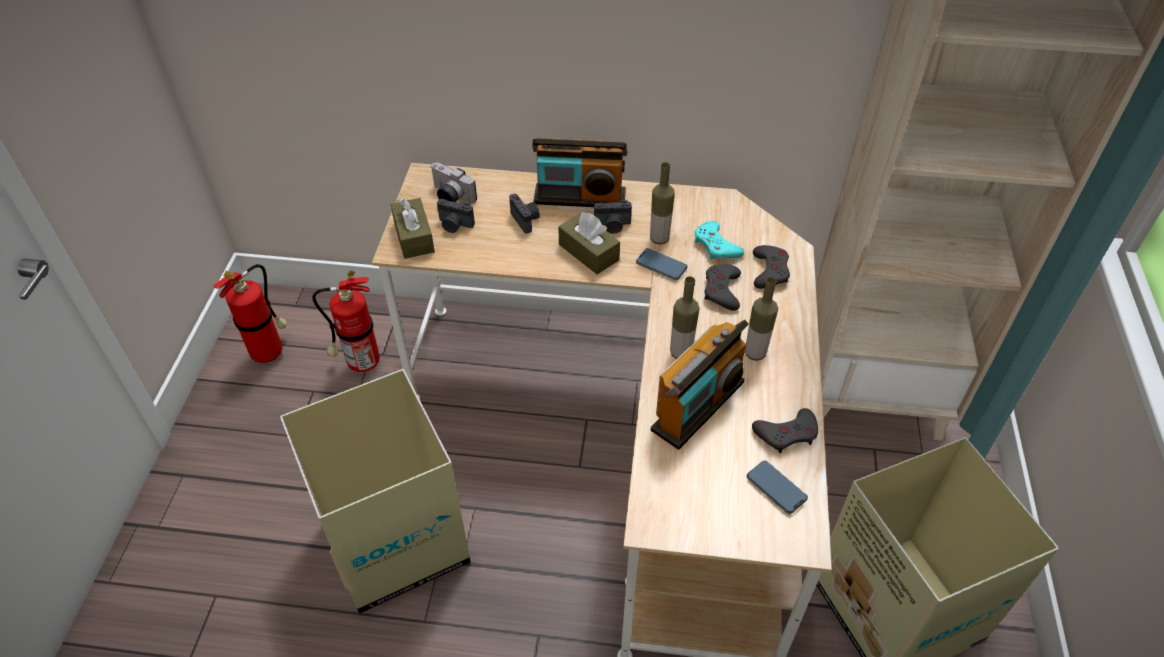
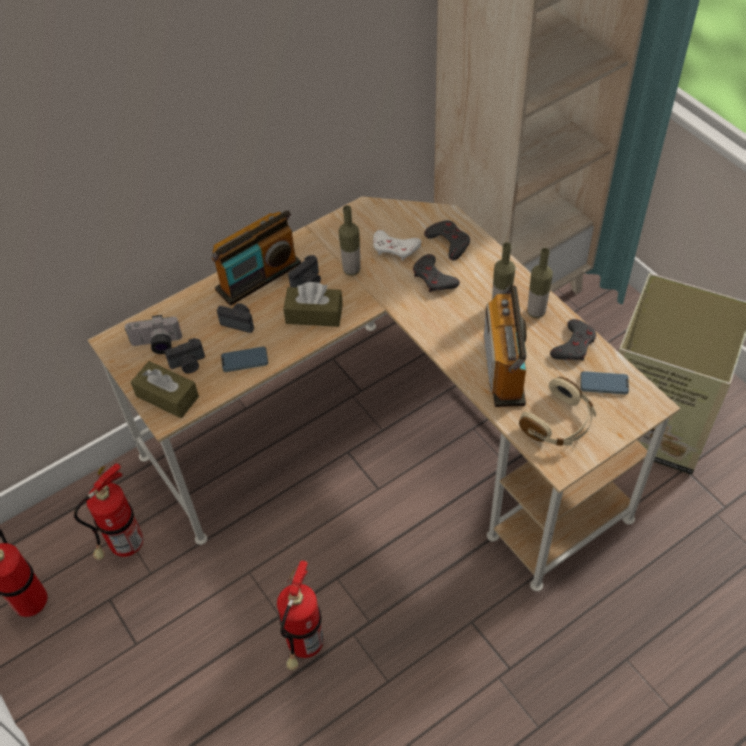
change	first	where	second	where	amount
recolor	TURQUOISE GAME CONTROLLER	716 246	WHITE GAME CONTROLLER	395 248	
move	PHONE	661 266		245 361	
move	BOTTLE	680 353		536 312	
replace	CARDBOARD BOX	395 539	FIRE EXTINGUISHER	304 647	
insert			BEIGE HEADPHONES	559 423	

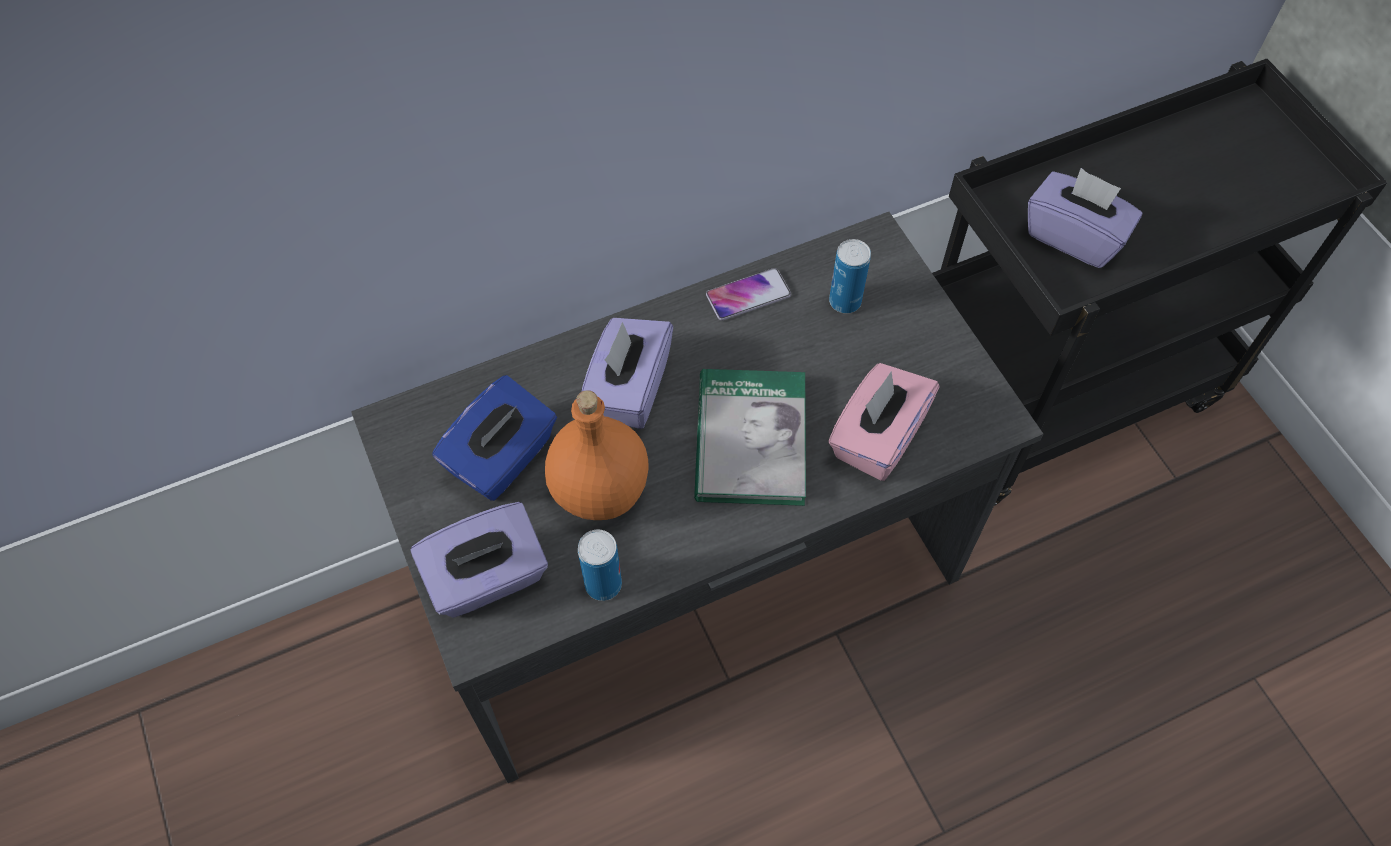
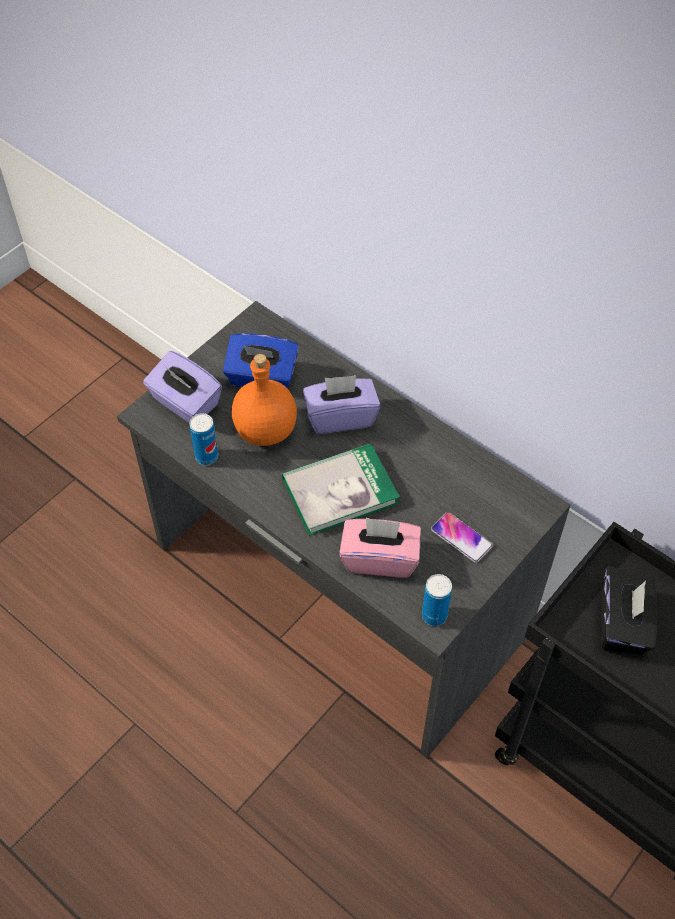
change	first	where	second	where	amount
recolor	PURPLE TISSUE BOX	1074 236	BLACK TISSUE BOX	622 624	
move	CAN	845 301		434 615	
move	PHONE	748 295		461 538	

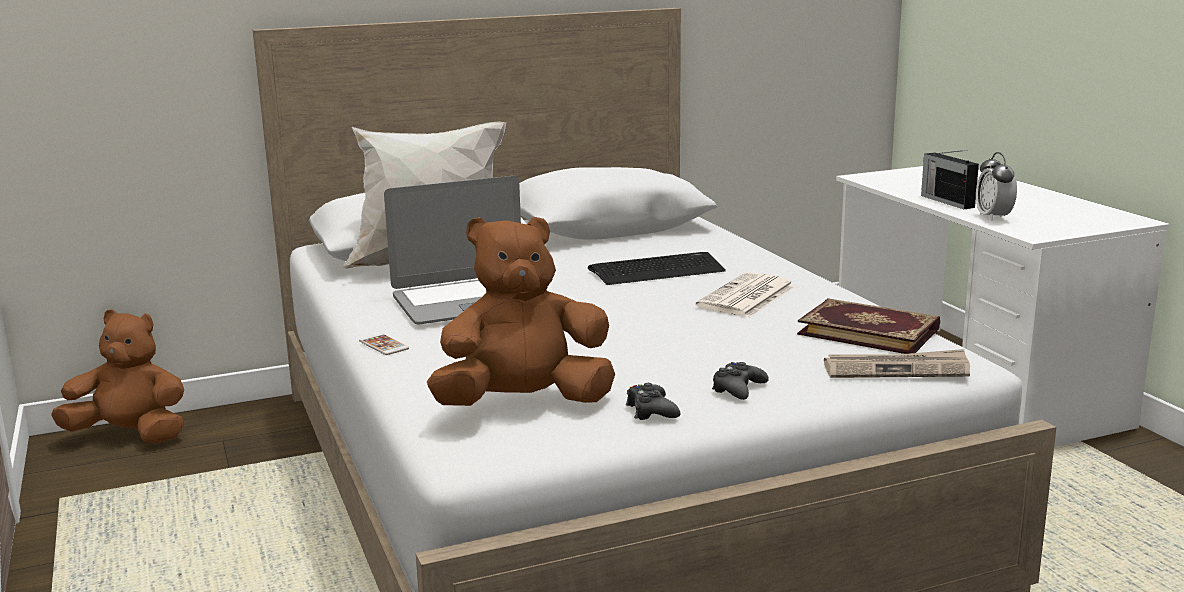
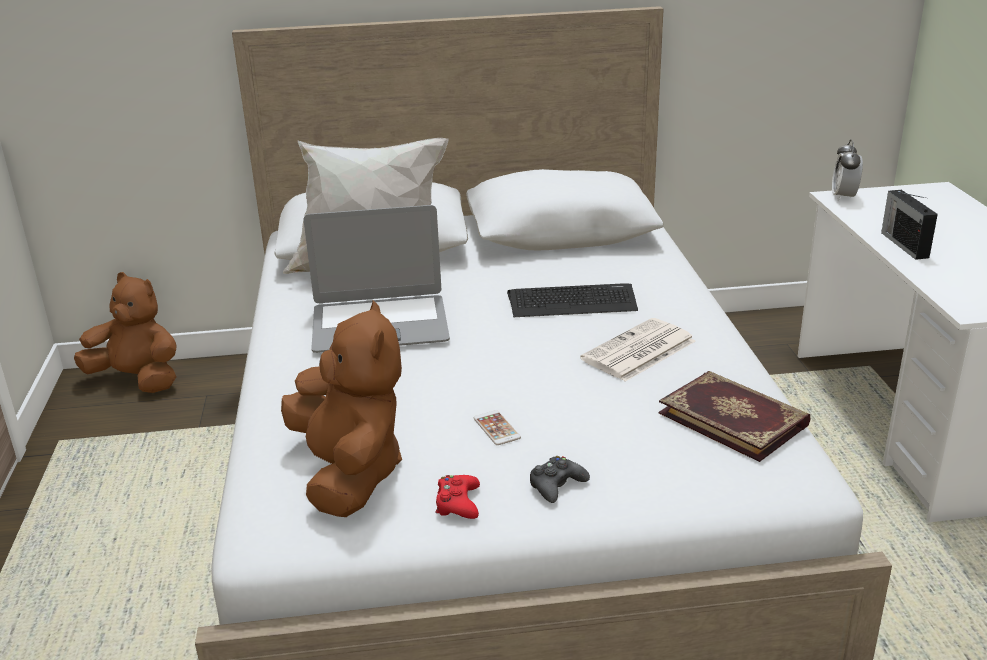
change	first	where	second	where	amount
move	ALARM CLOCK	993 217		843 197	
rotate	BROWN PLUSH TOY	524 403		349 474	75 degrees clockwise
move	PHONE	383 345		496 428	
delete	NEWSPAPER	897 369			
recolor	BLACK GAME CONTROLLER	651 411	RED GAME CONTROLLER	458 503	

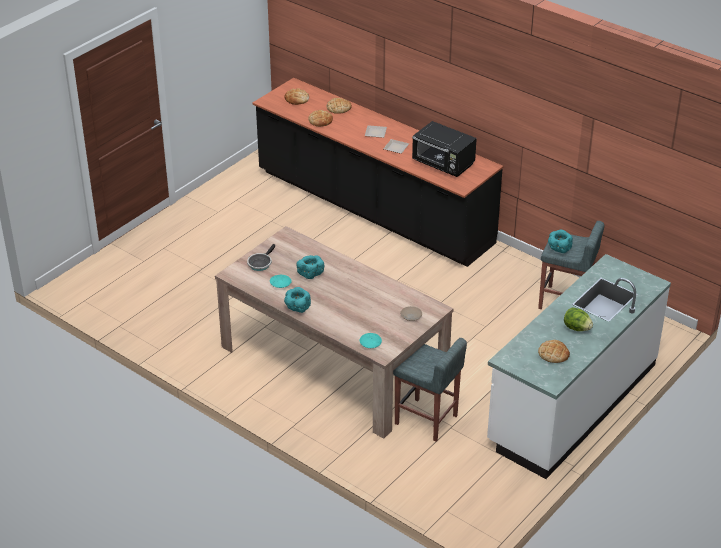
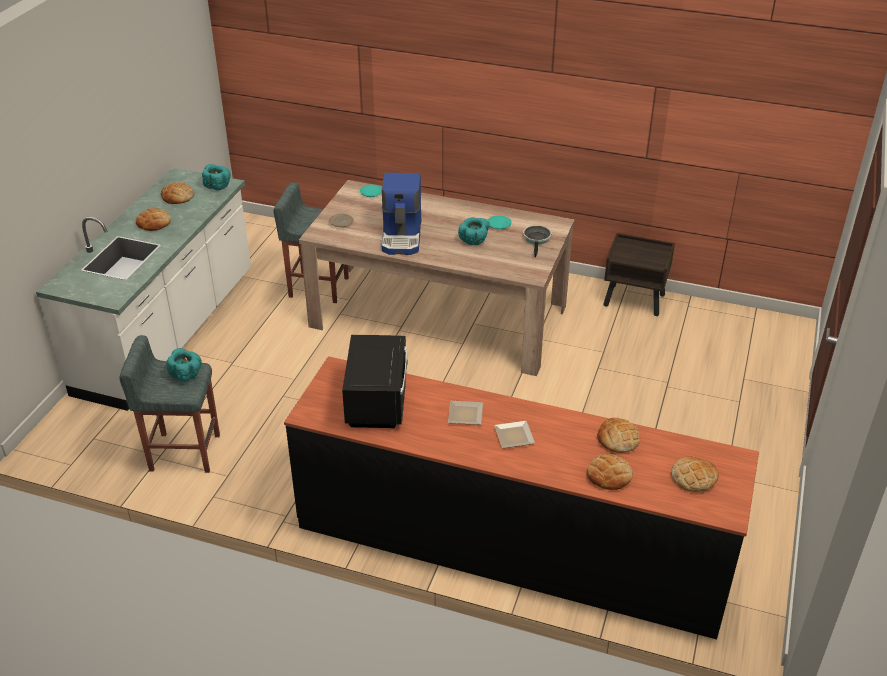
change	first	where	second	where	amount
rotate	BLACK MICROWAVE	443 164		378 401	75 degrees clockwise
move	TURQUOISE BOWL	297 308		218 186	
replace	LETTUCE	576 328	BREAD	154 223	
insert			COFFEE MACHINE	402 236	
insert			BROWN NIGHTSTAND	635 300	

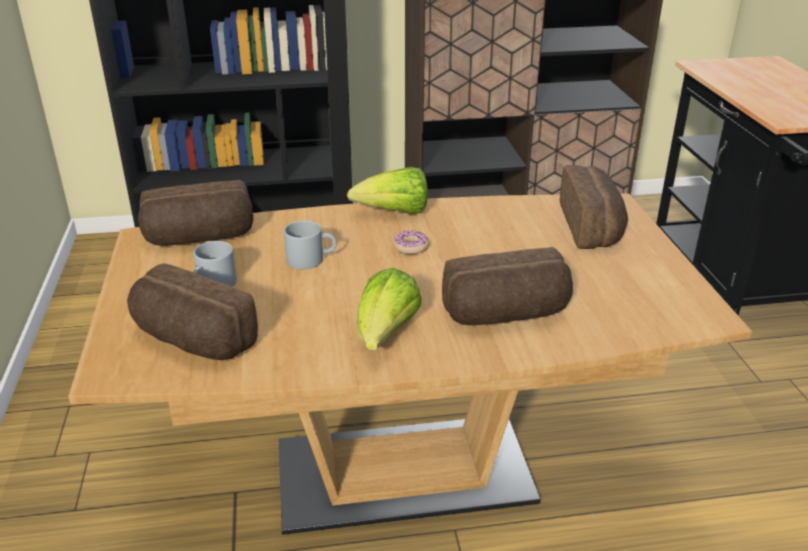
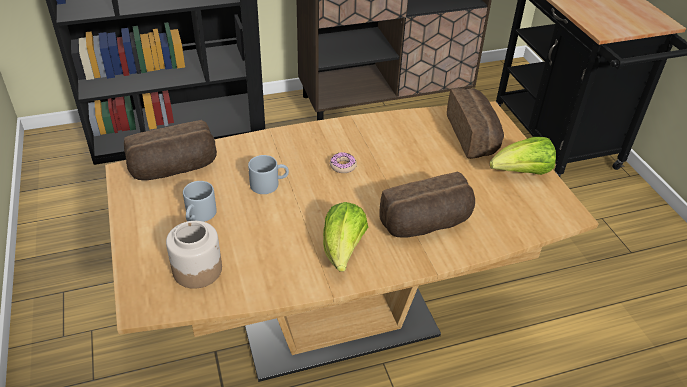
change	first	where	second	where	amount
move	LETTUCE	394 213		521 173	
replace	BREAD	191 340	JAR	197 269	

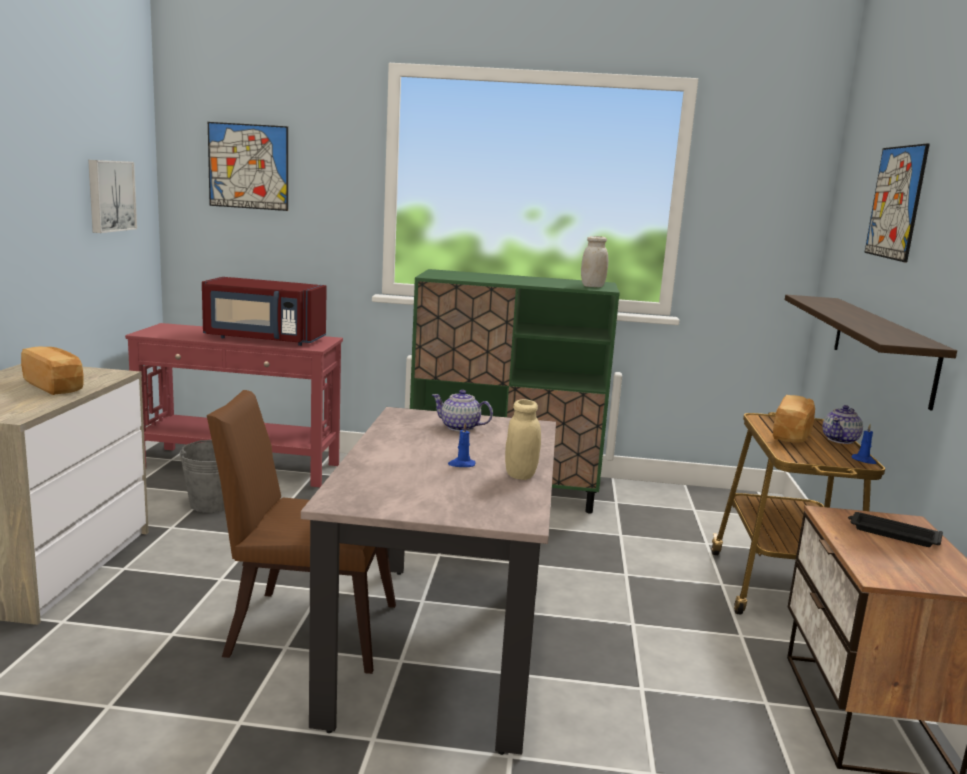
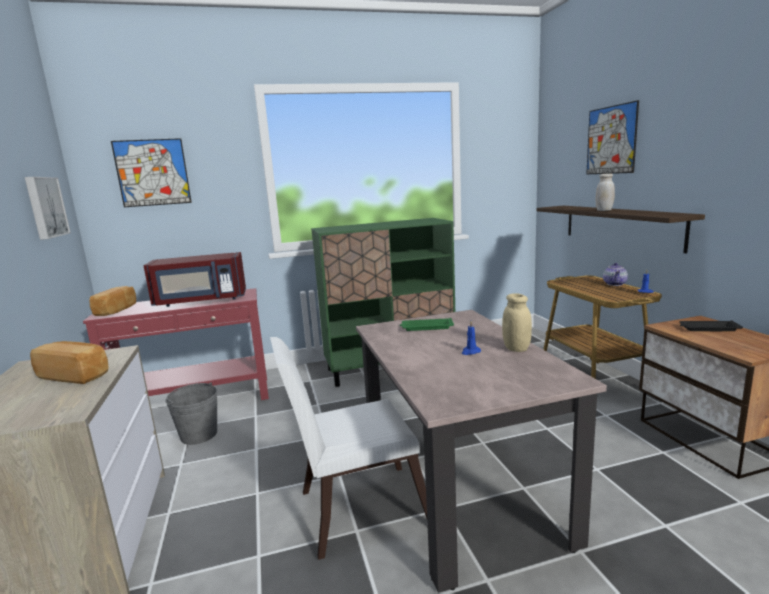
change	first	where	second	where	amount
move	WHITE JAR	592 286		604 210	
recolor	BROWN CHAIR	303 628	WHITE CHAIR	354 509	
replace	TEAPOT	460 427	GREEN TRAY	426 327	
move	BREAD	793 434		117 310	

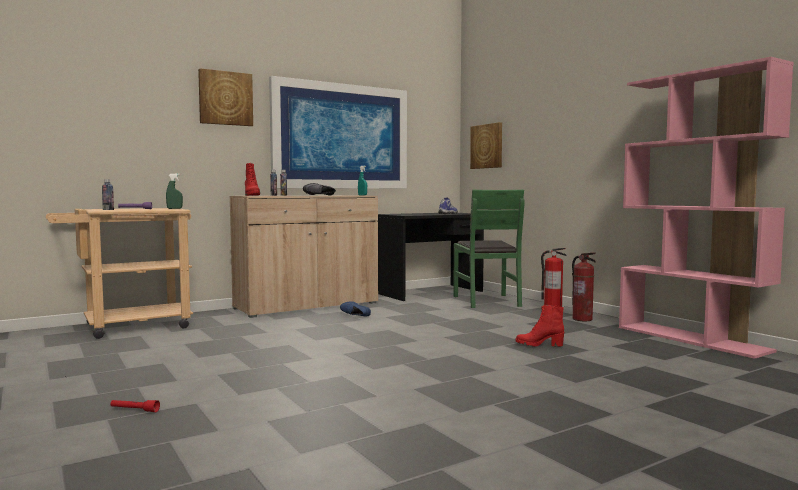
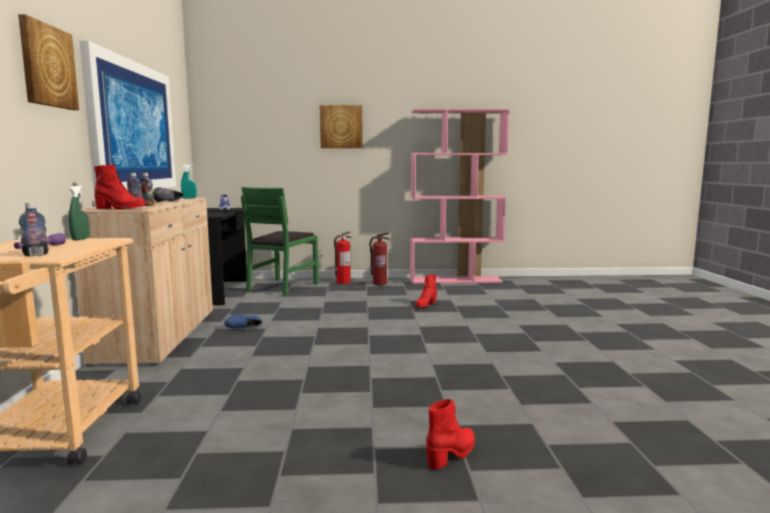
change	first	where	second	where	amount
move	PICTURE	487 146		341 127	
rotate	GREEN CHAIR	487 301		282 287	90 degrees clockwise
replace	RED FLASHLIGHT	134 410	RED BOOT	452 454	

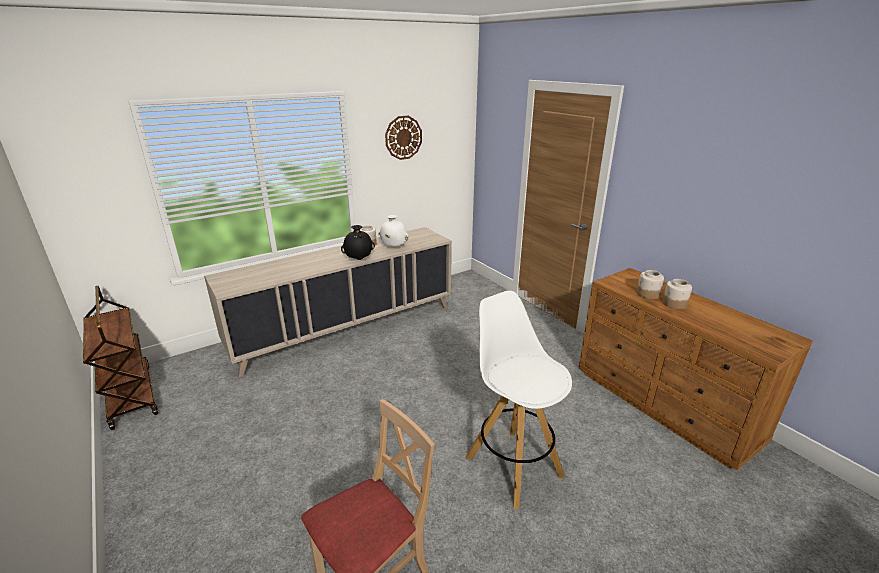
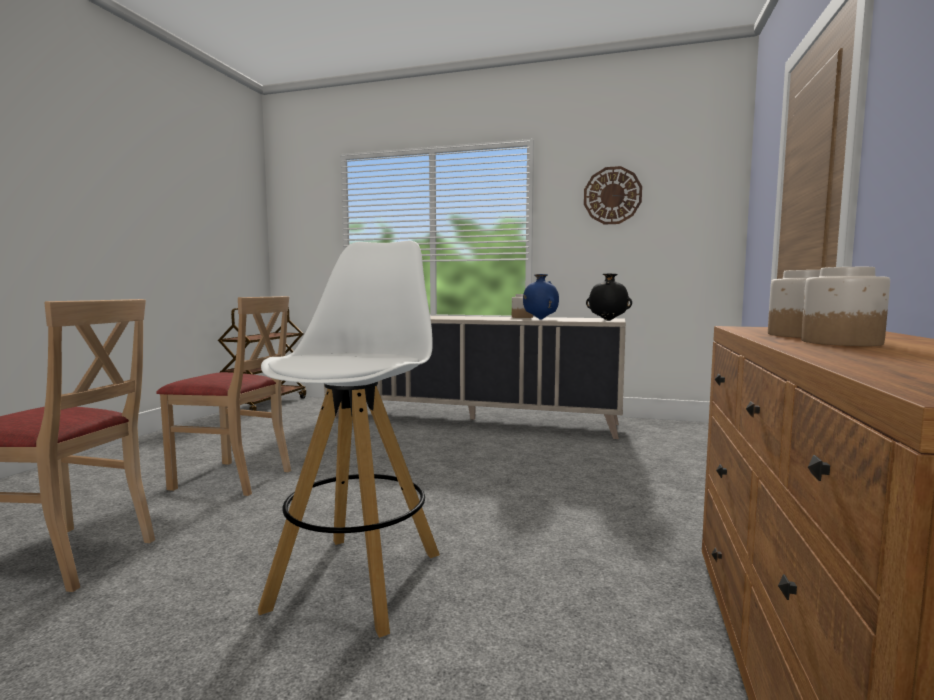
change	first	where	second	where	amount
recolor	WHITE VASE	393 247	BLUE VASE	540 319	
move	BLACK VASE	359 259		608 320	
insert			BEIGE CHAIR	233 478	

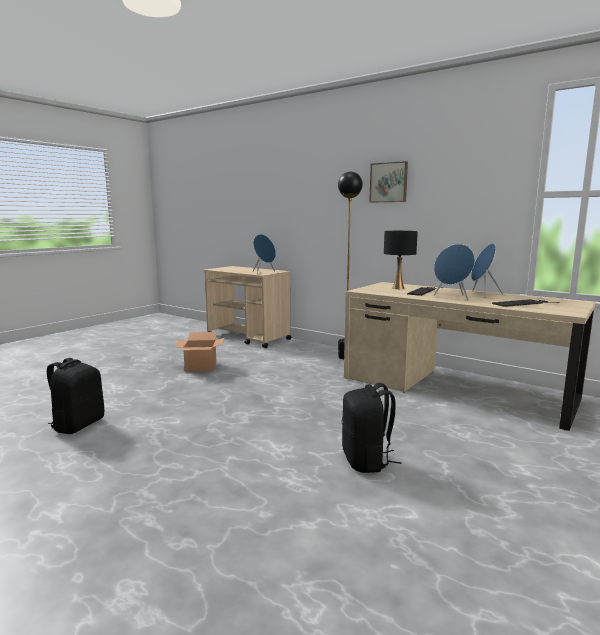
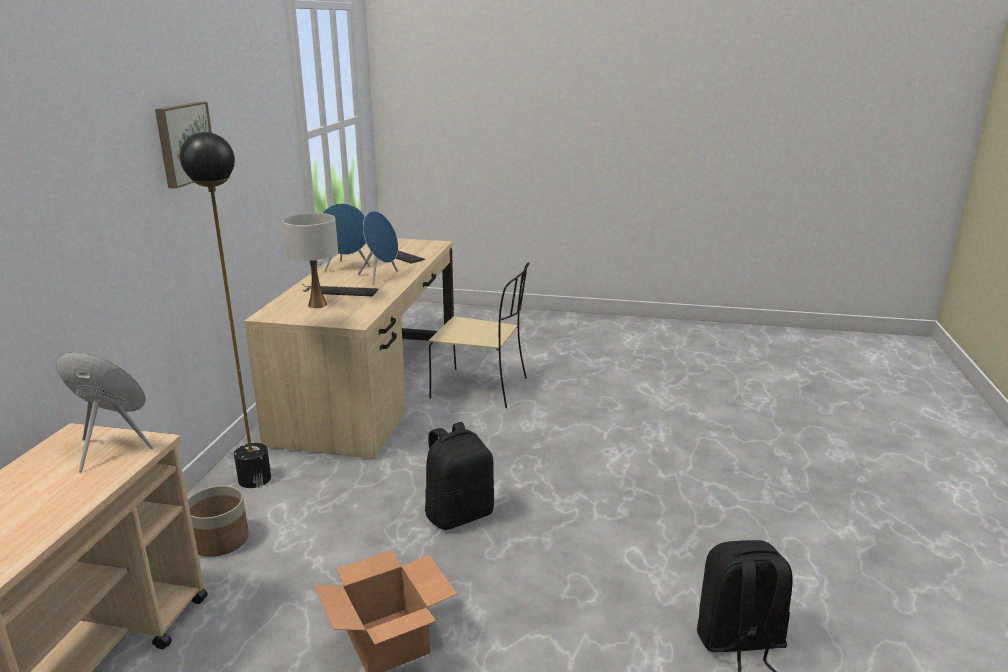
change	first	where	second	where	amount
recolor	BLACK TABLE LAMP	398 288	WHITE TABLE LAMP	318 305	
move	BLACK BACKPACK	366 461		459 514	
insert			BEIGE CHAIR	482 388	
insert			PLANTER	219 541	

